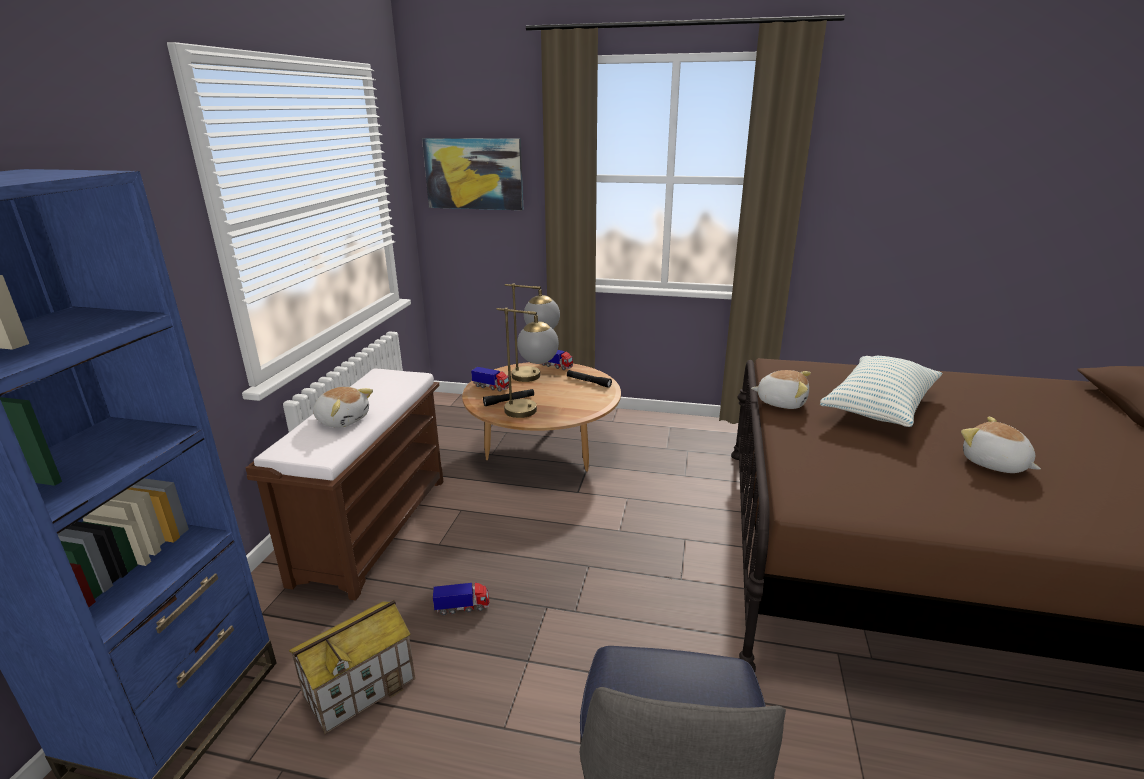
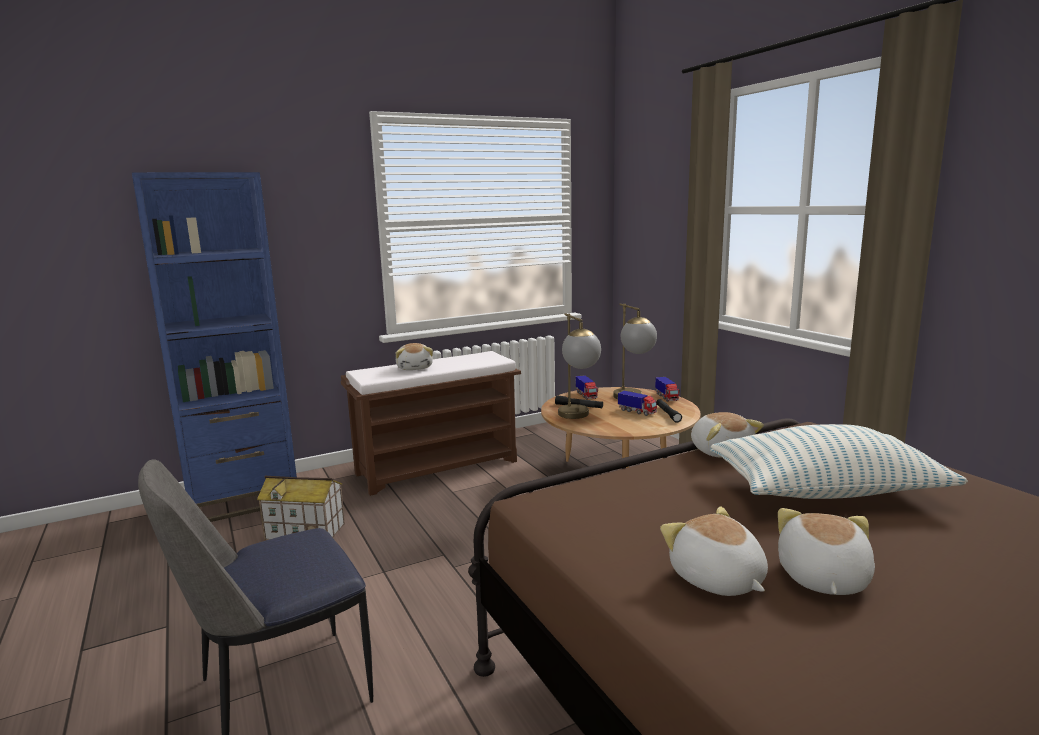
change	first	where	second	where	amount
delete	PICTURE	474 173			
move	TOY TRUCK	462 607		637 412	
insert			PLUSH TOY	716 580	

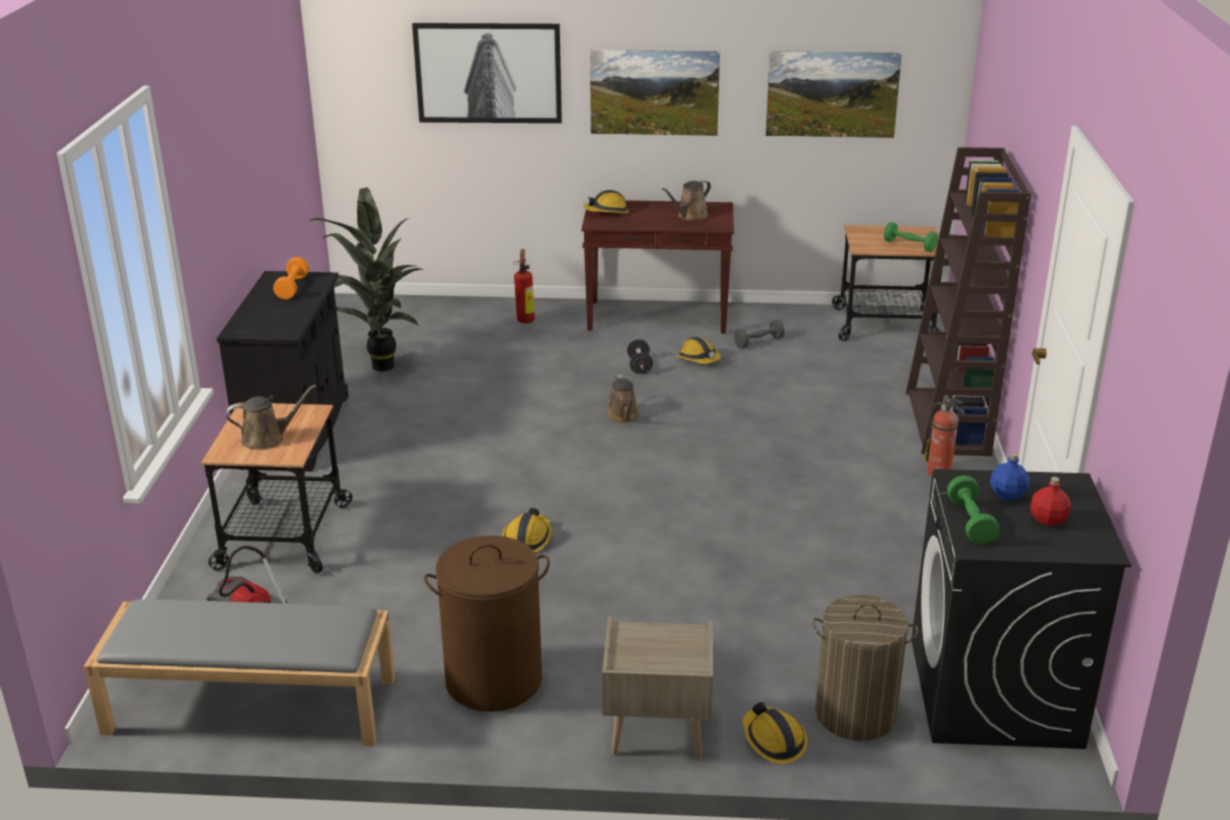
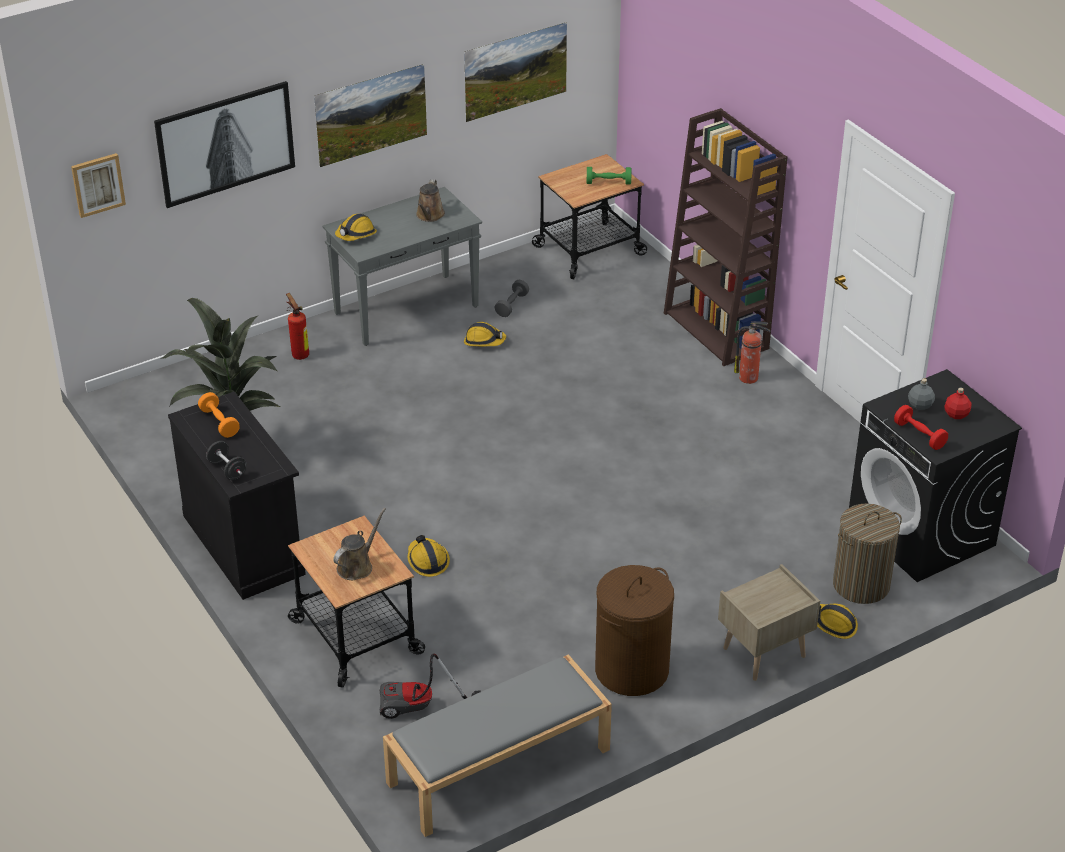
change	first	where	second	where	amount
recolor	BROWN CONSOLE TABLE	658 317	GREY CONSOLE TABLE	407 309	
move	BLACK DUMBBELL	639 366		227 469	
delete	BROWN WATERING CAN	623 416			
recolor	BLUE BOTTLE	1007 495	GREY BOTTLE	920 405	
recolor	GREEN DUMBBELL	970 522	RED DUMBBELL	919 435	
move	HARD HAT	527 539		427 561	
insert			PICTURE	98 184	

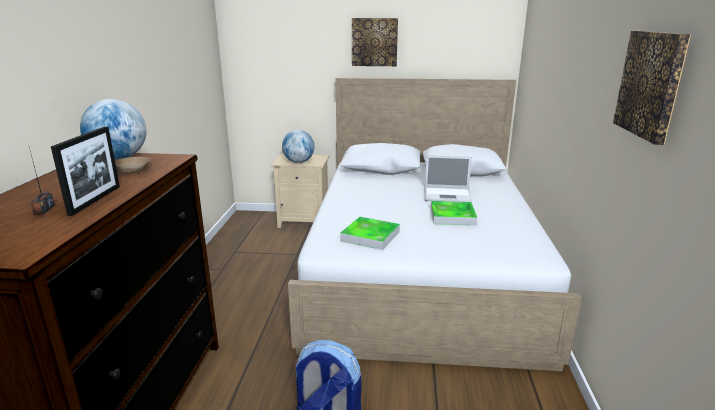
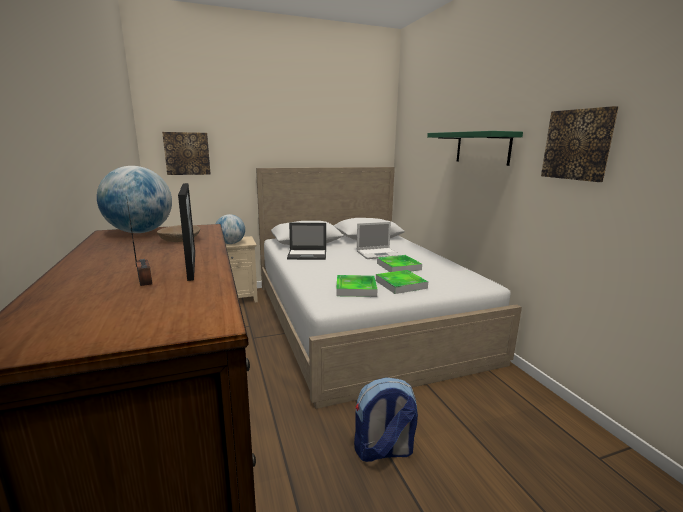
change	first	where	second	where	amount
move	PICTURE	374 42		187 153	
insert			GREEN SHELF	482 148	
insert			LAPTOP	307 255	
insert			TRAY	401 284	

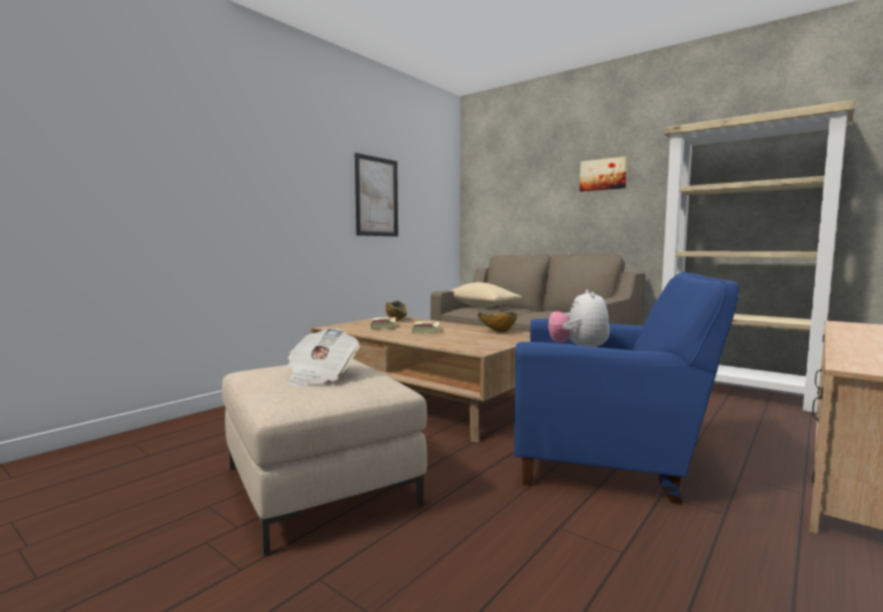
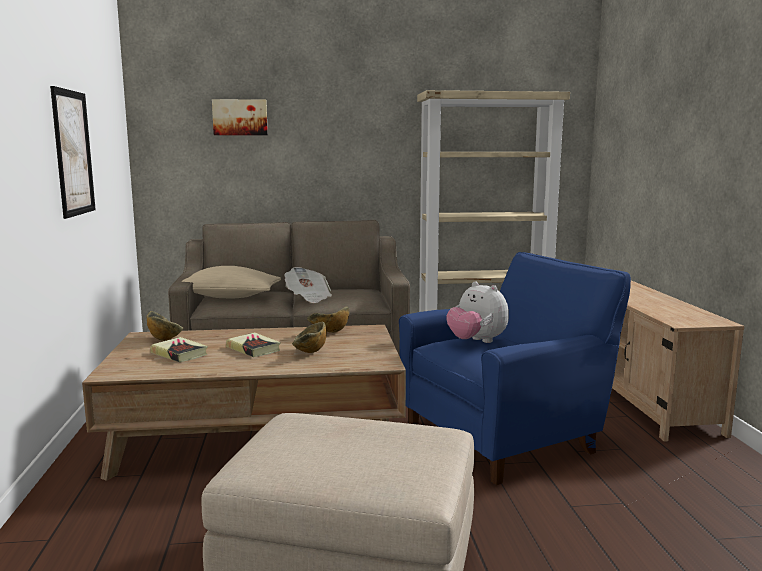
change	first	where	second	where	amount
move	PICTURE	603 174		240 117	
move	NEWSPAPER	320 376		308 298	
insert			BOWL	309 353	

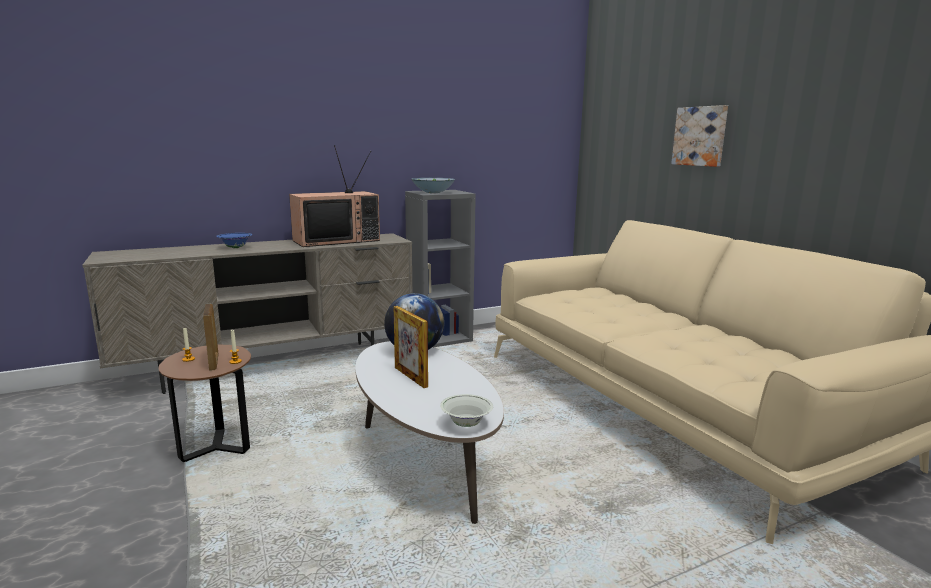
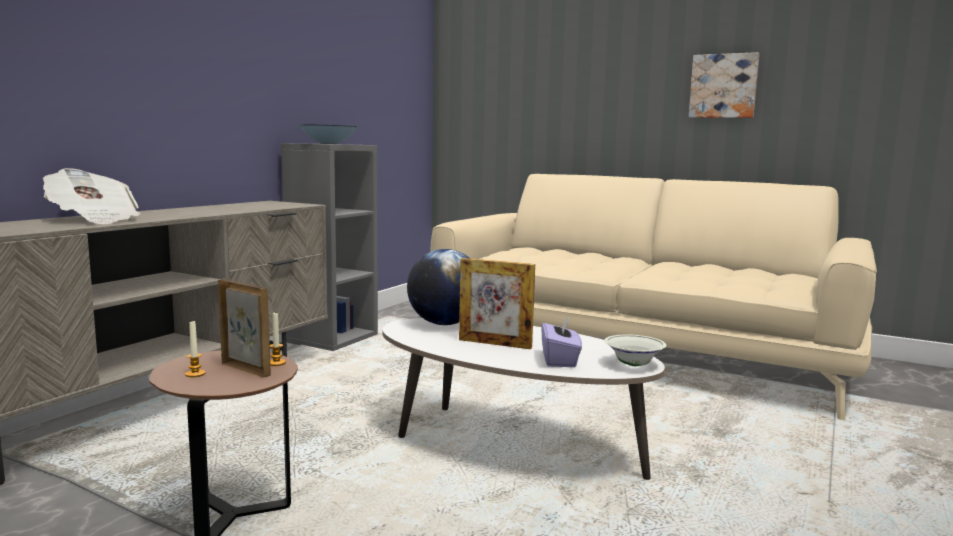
change	first	where	second	where	amount
move	PICTURE	700 136		723 86	
delete	TELEVISION	337 240			
replace	BLUE BOWL	235 248	NEWSPAPER	94 220	
insert			PURPLE TISSUE BOX	560 360	

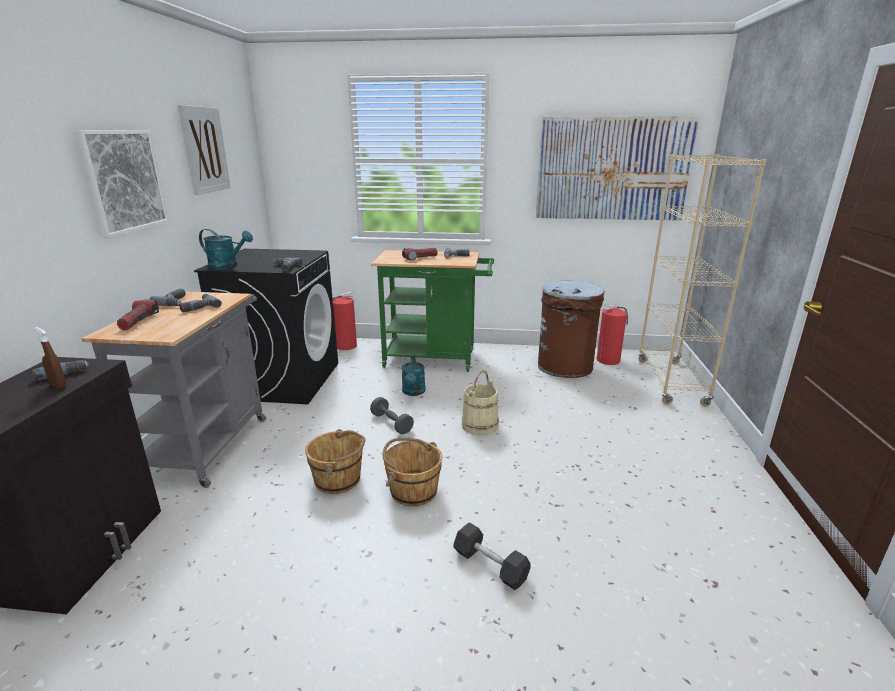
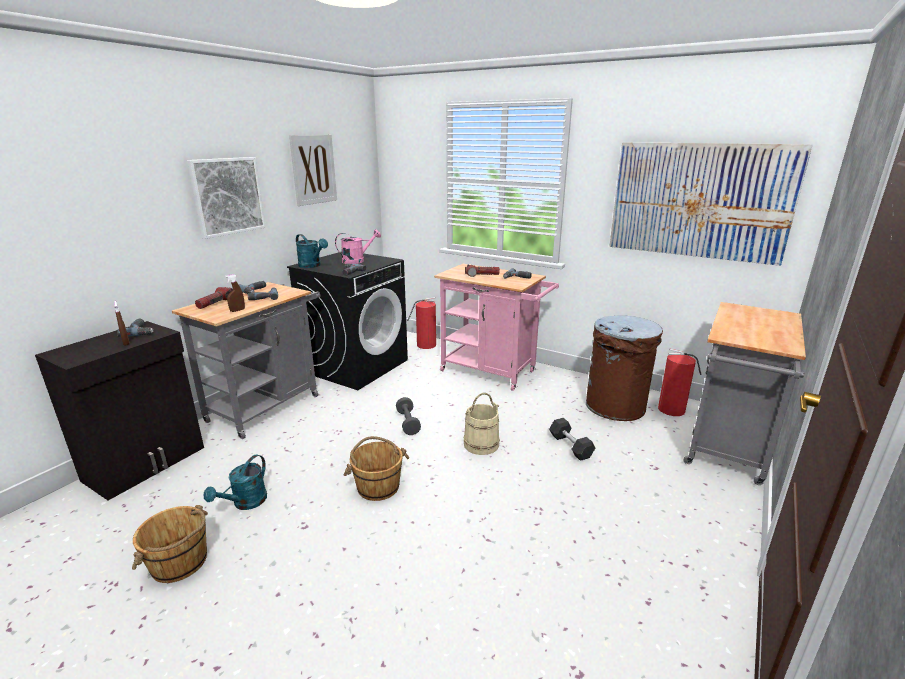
change	first	where	second	where	amount
replace	BEIGE BOOKCASE	671 382	GREY CART	727 450	
recolor	GREEN CART	436 359	PINK CART	493 372	
move	TURQUOISE WATERING CAN	413 392		245 503	
move	BROWN BUCKET	338 479		180 563	
move	GREY DUMBBELL	490 565		570 446	
insert			PINK WATERING CAN	357 261	
insert			BROWN SPRAY BOTTLE	237 310	

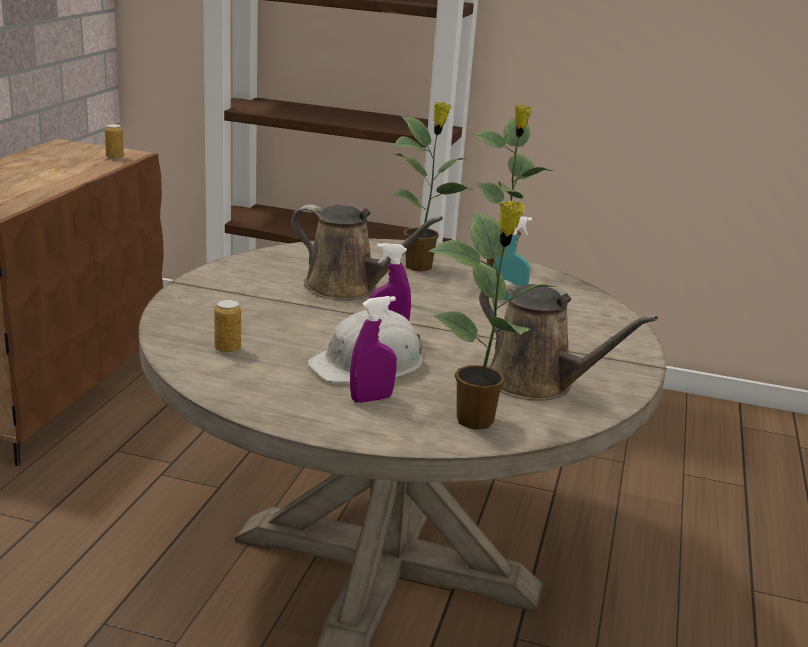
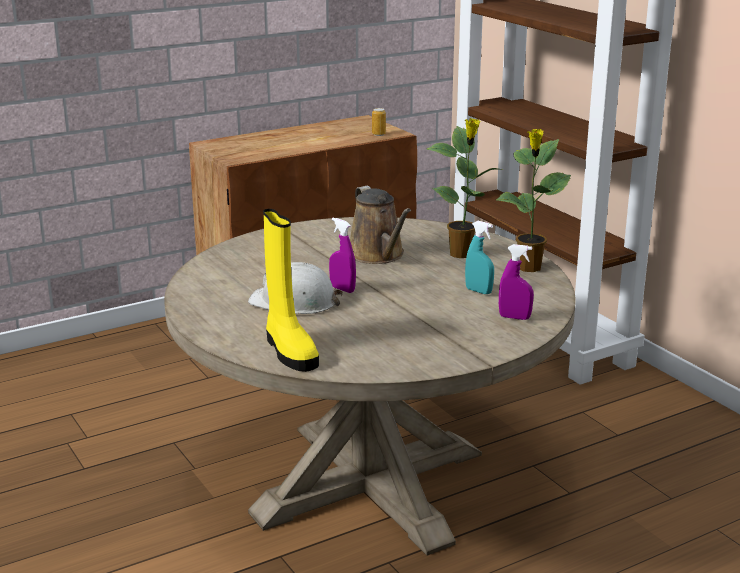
change	first	where	second	where	amount
replace	POTTED PLANT	477 421	YELLOW BOOT	289 351	
delete	BROWN WATERING CAN	537 383			
move	PURPLE SPRAY BOTTLE	371 399		514 317	
delete	CAN	227 349			

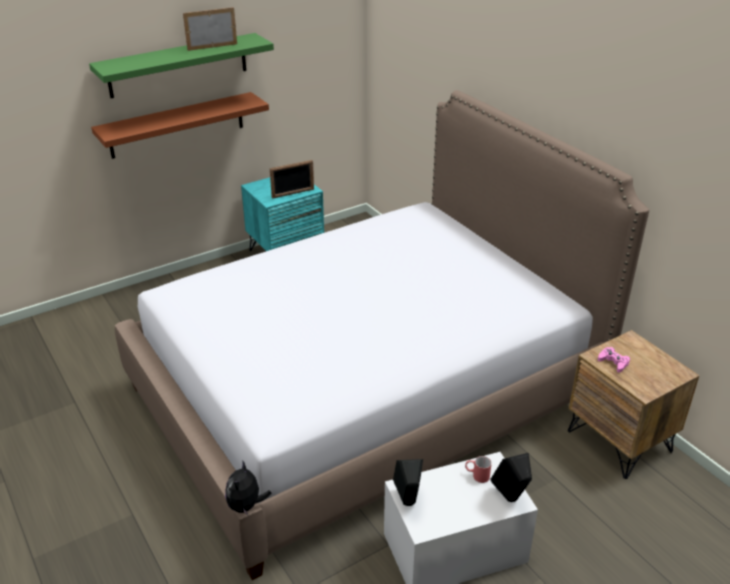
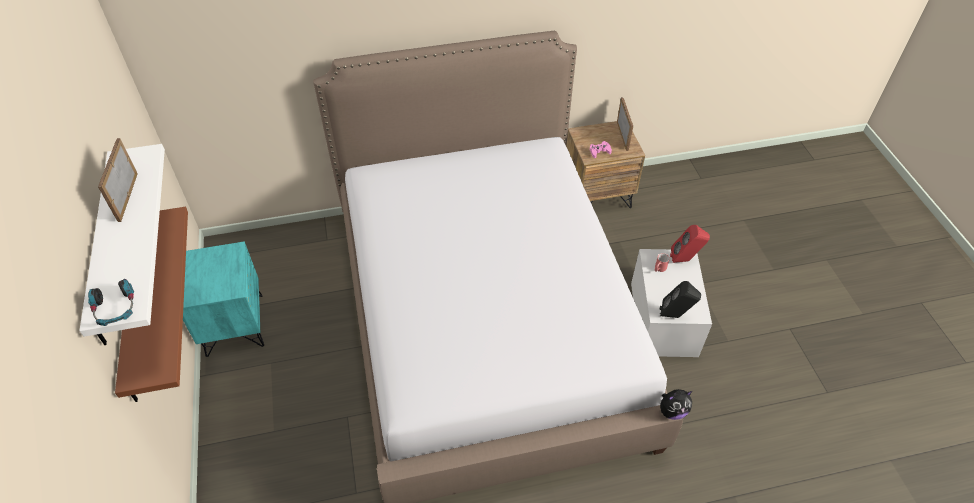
change	first	where	second	where	amount
recolor	GREEN SHELF	178 65	WHITE SHELF	104 248	
move	PICTURE FRAME	293 193		622 136	
recolor	BLACK SPEAKER	510 499	RED SPEAKER	685 260	
rotate	PLUSH TOY	246 506		672 411	45 degrees counterclockwise
insert			HEADPHONES	115 308	

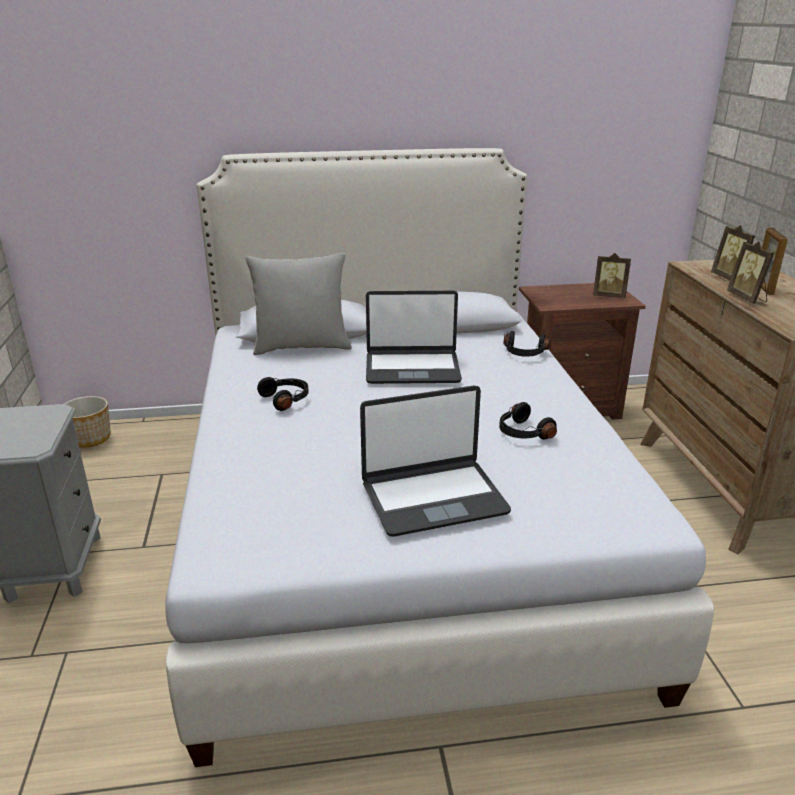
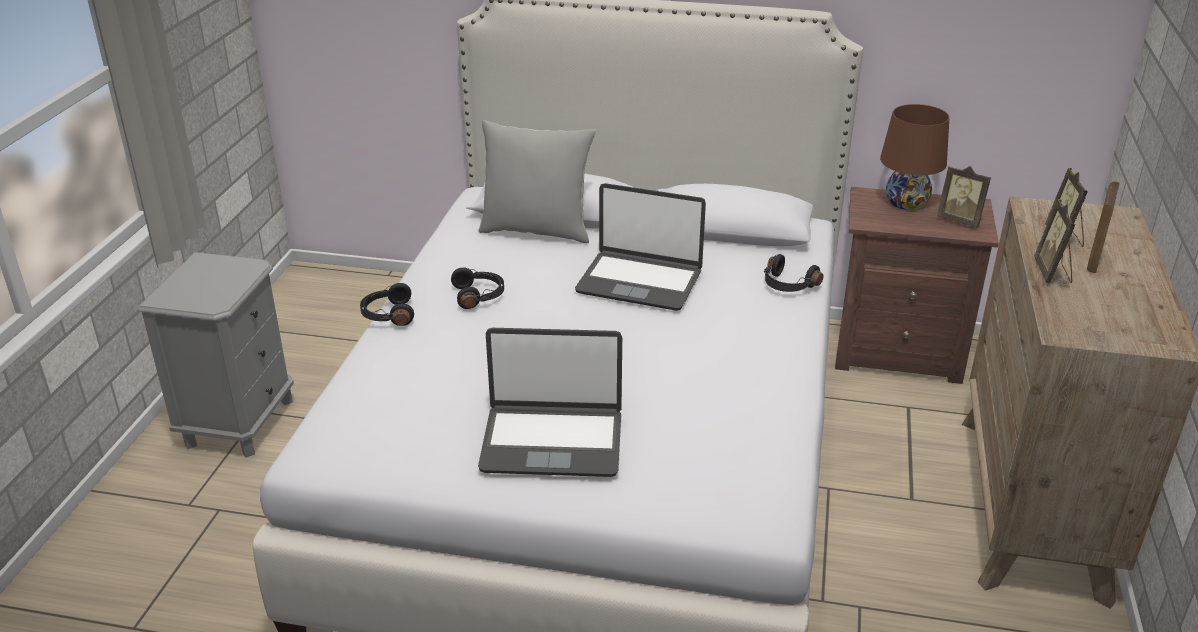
change	first	where	second	where	amount
delete	PLANTER	91 438			
move	BLACK HEADPHONES	522 433		388 315	
insert			BROWN TABLE LAMP	906 202	

